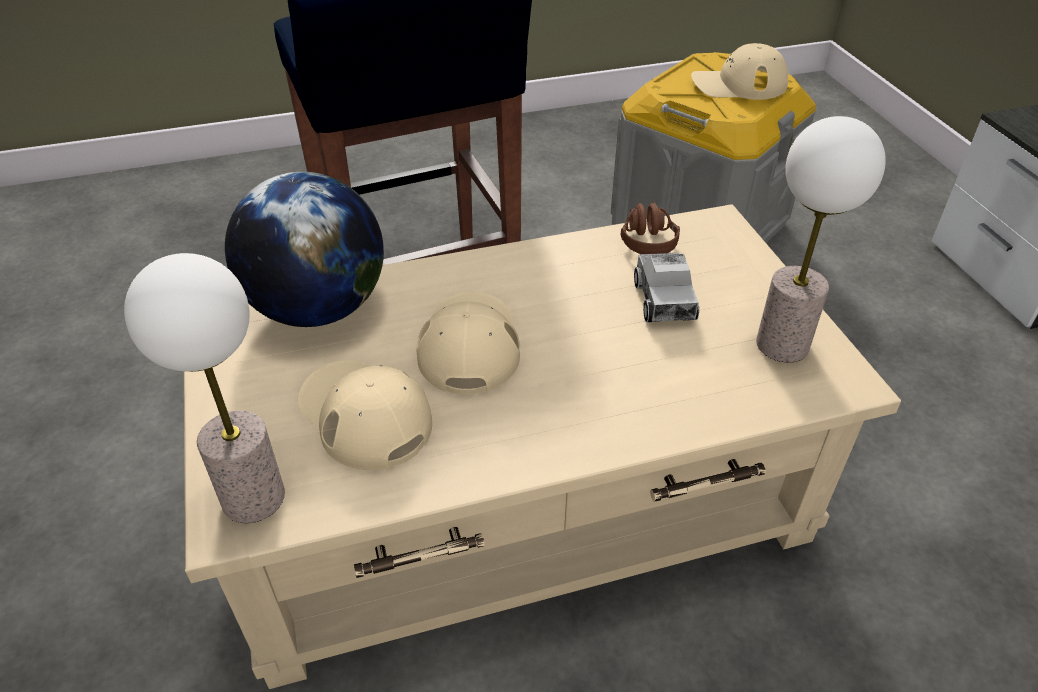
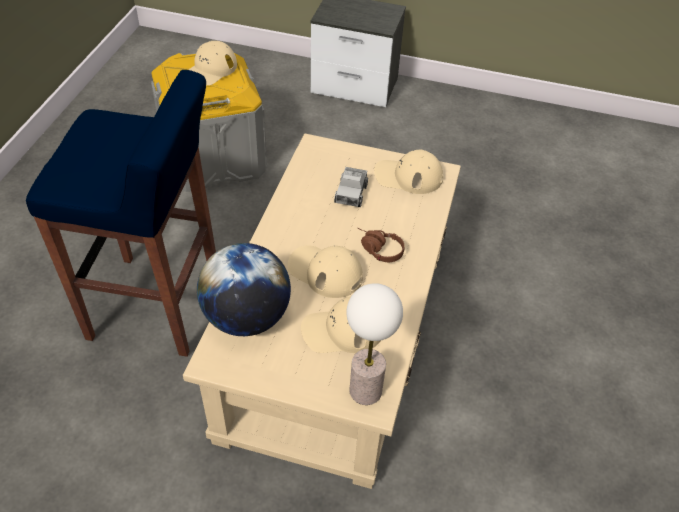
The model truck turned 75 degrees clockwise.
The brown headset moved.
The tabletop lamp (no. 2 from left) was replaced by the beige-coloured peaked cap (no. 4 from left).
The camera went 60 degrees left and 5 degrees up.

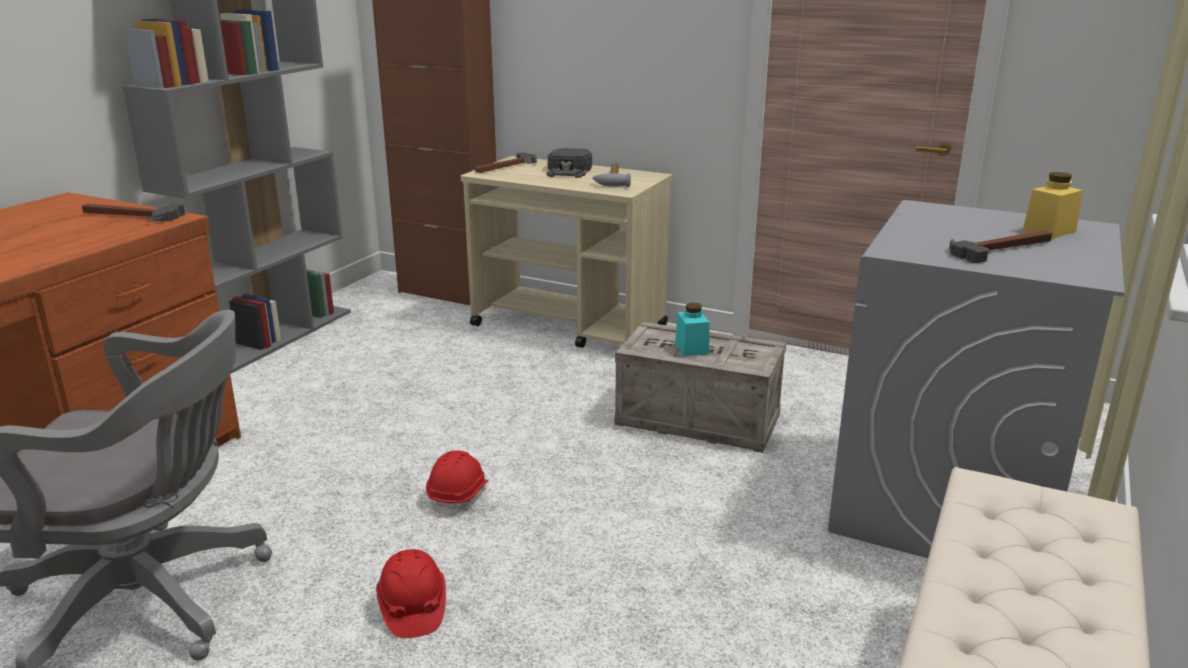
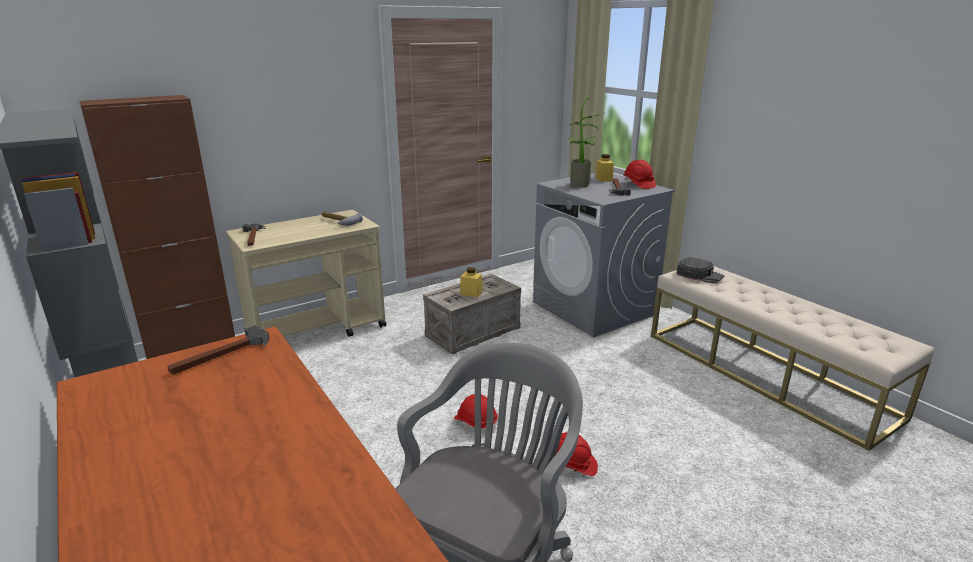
The turquoise-coloured preserve jar became the yellowish preserve jar (no. 1 from left).
The plant in a pot appeared.
The red safety helmet (no. 3 from left) appeared.
The blackish peaked cap moved.
The camera went 60 degrees left and 0 degrees up.

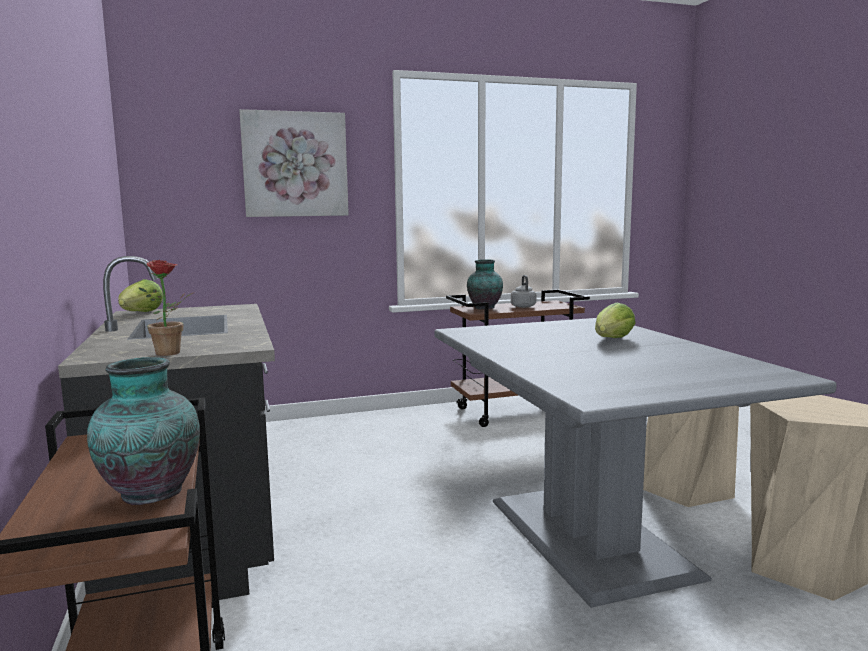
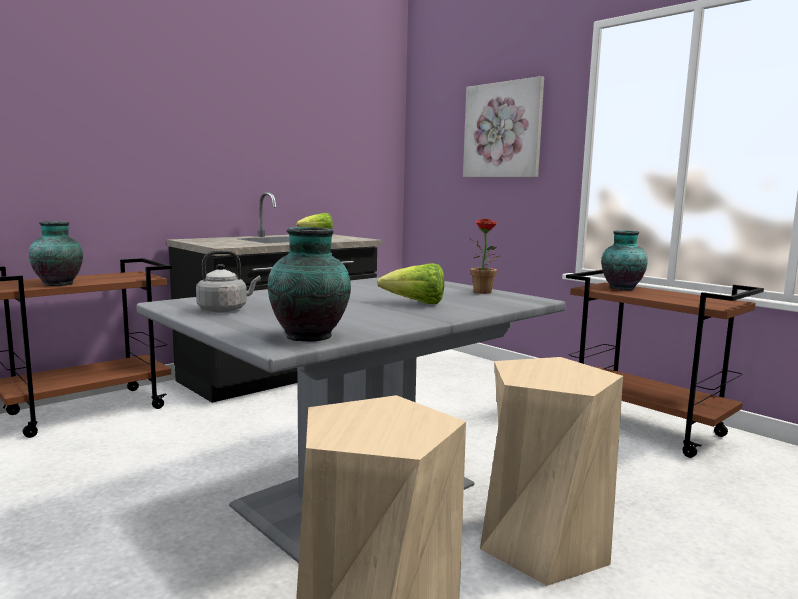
The gray water kettle moved.
The vase (no. 2 from left) appeared.
The plant in a pot moved.
The camera went 65 degrees right and 0 degrees up.

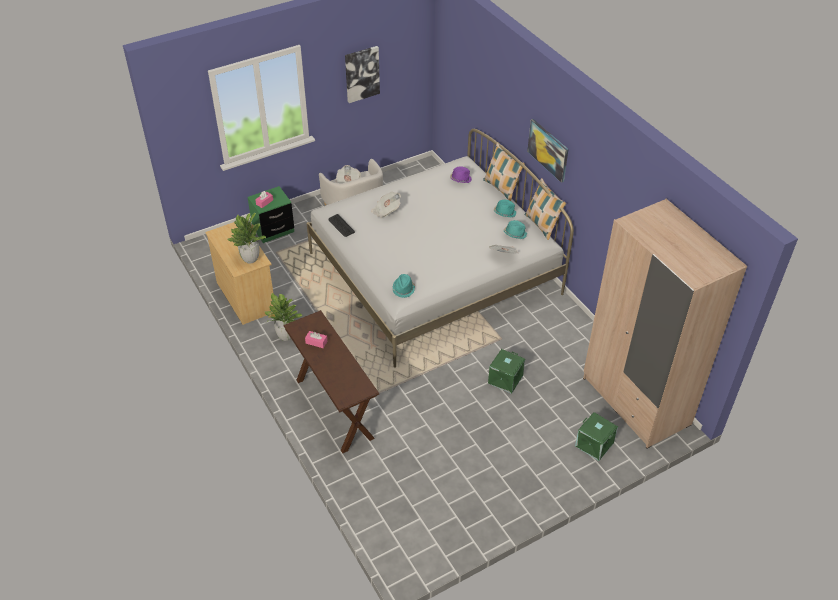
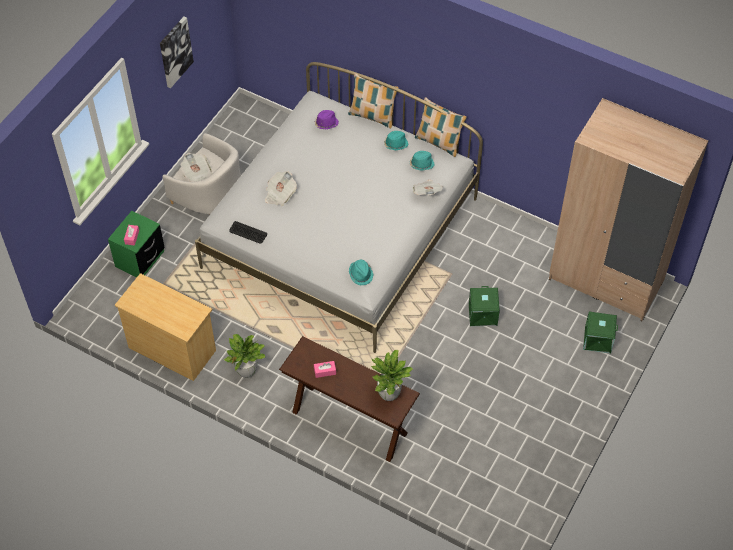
The plant in a pot (no. 1 from left in the first image) moved.
The picture (no. 2 from left) disappeared.
The camera went 30 degrees left and 10 degrees up.

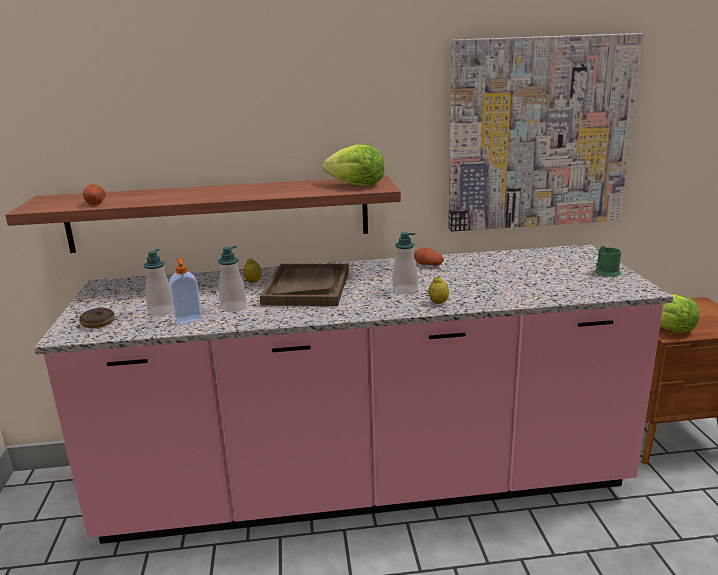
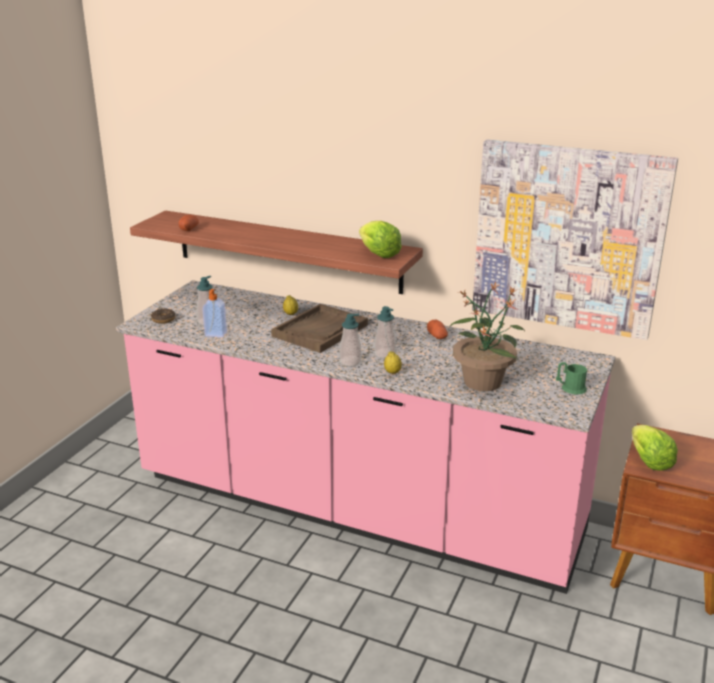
The soap bottle (no. 3 from left) moved.
The plant in a pot appeared.
The camera went 30 degrees right and 5 degrees up.

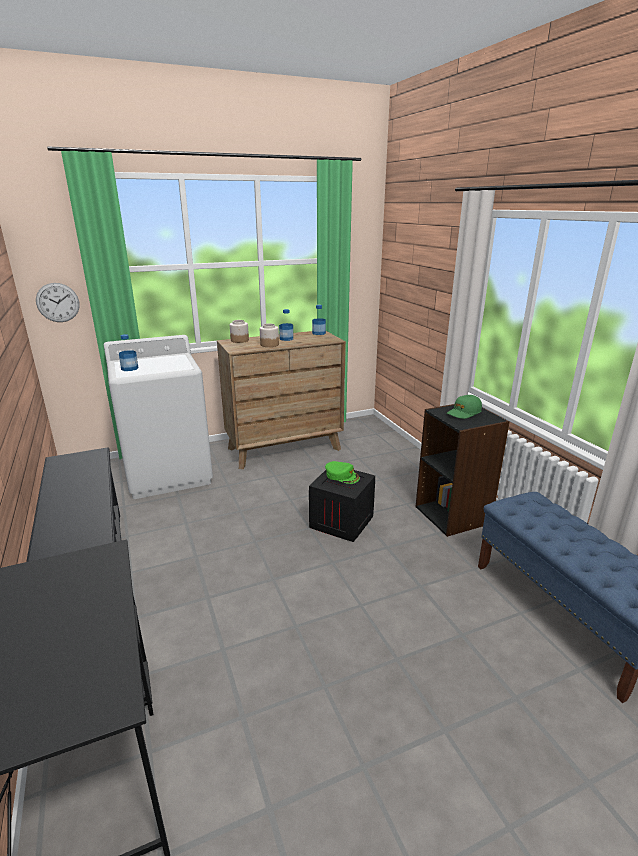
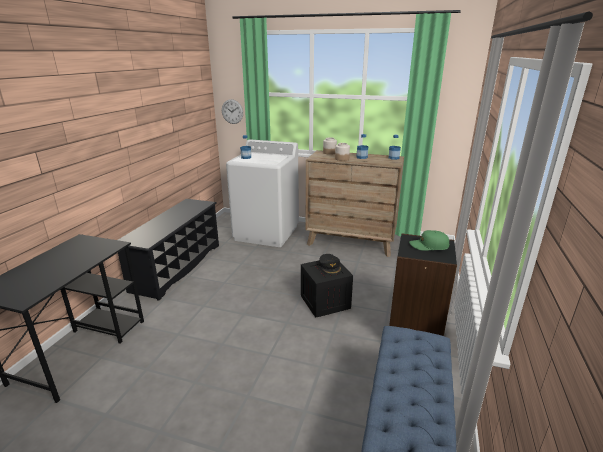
The green peaked cap (no. 1 from left) became the blackish peaked cap.
The camera went 40 degrees right and 0 degrees up.

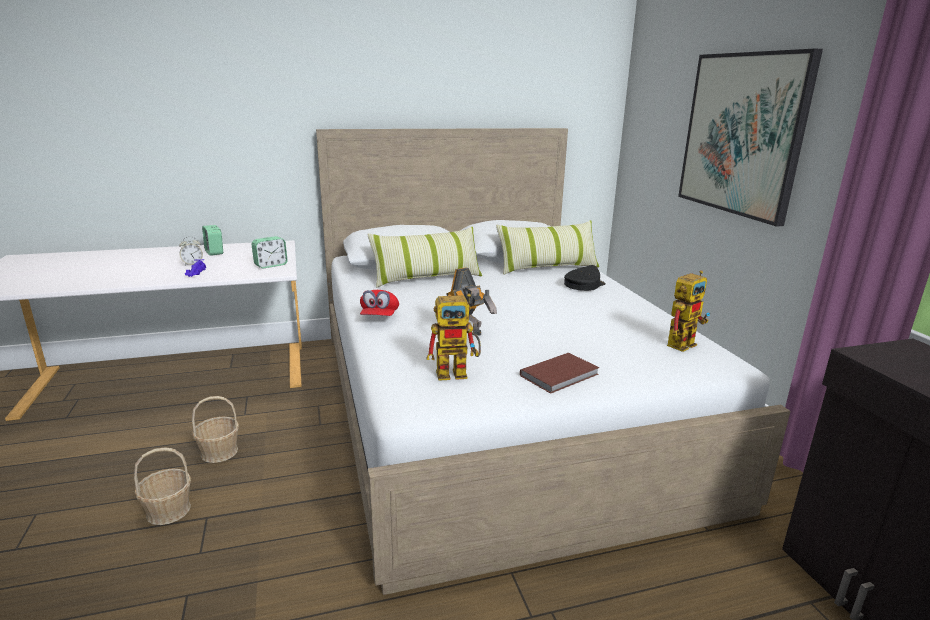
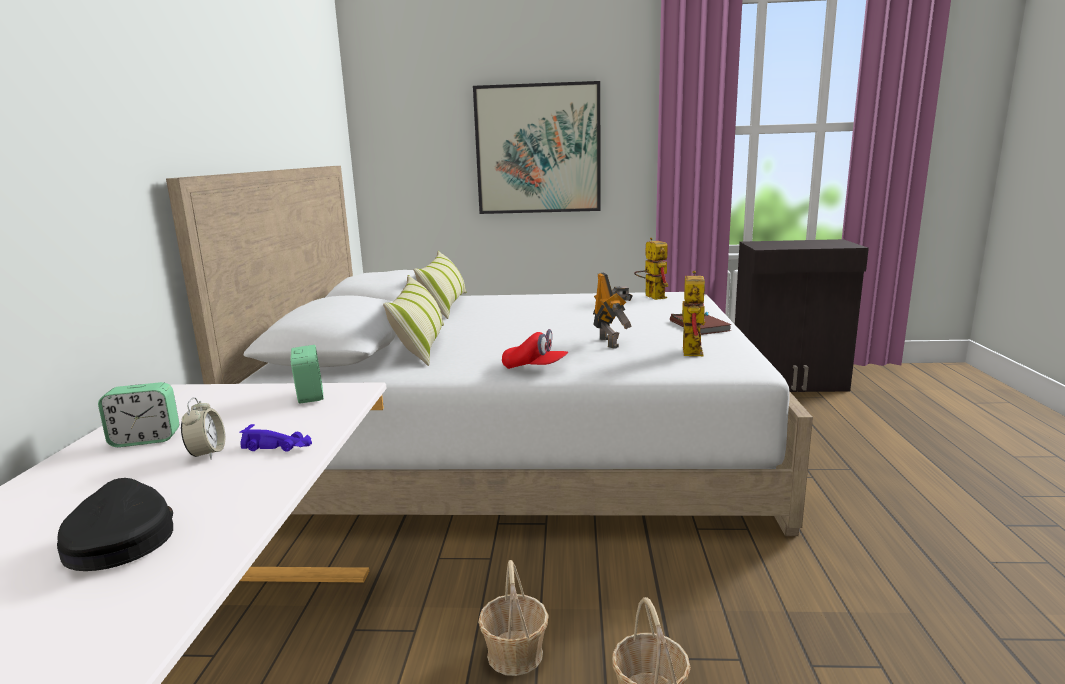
The blackish peaked cap moved.
The camera went 70 degrees left and 5 degrees down.

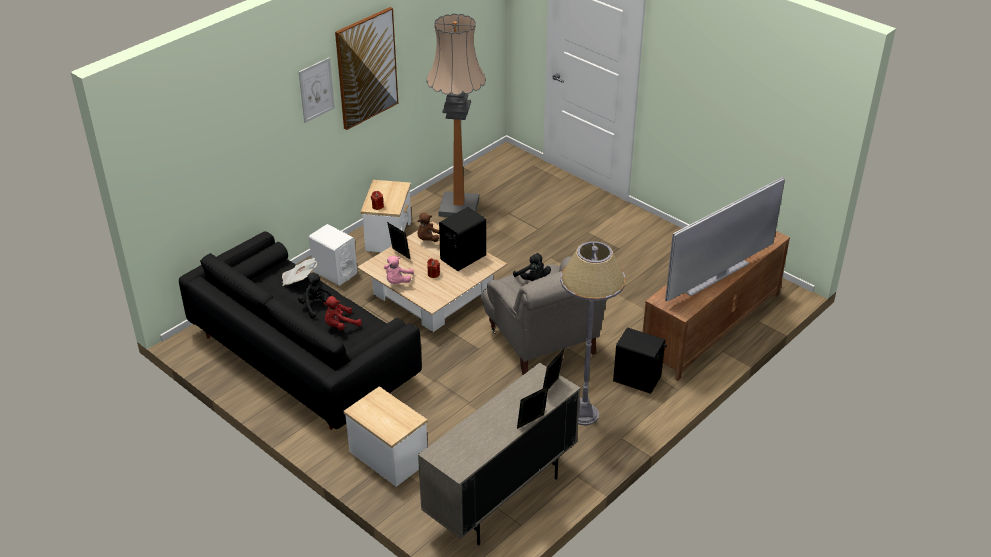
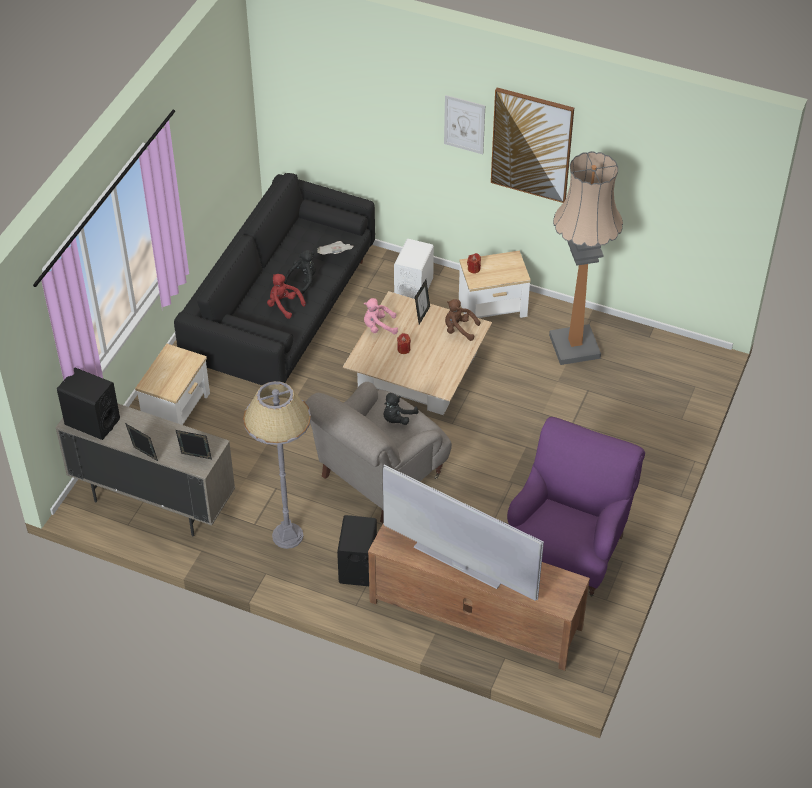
The blackish speaker (no. 1 from left) moved.
The purple lounge chair appeared.
The camera went 70 degrees right and 10 degrees up.

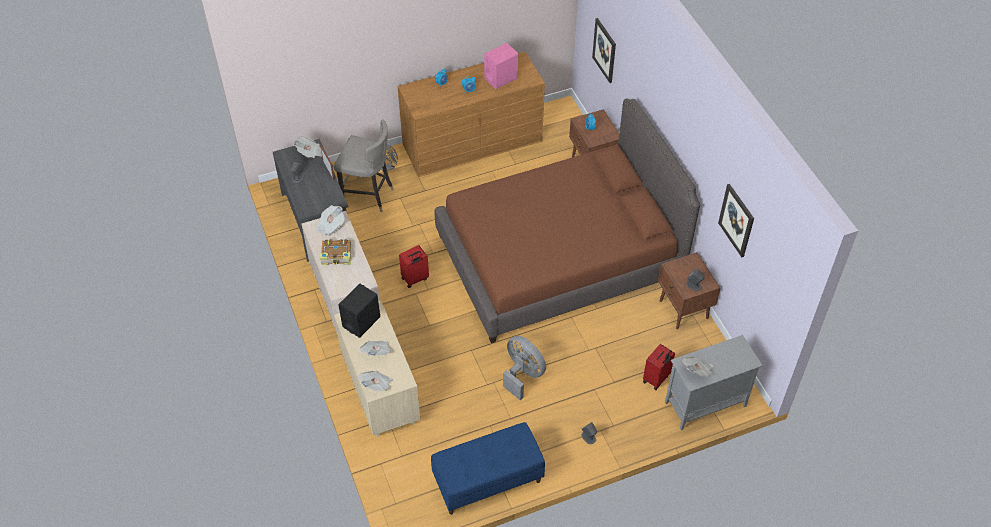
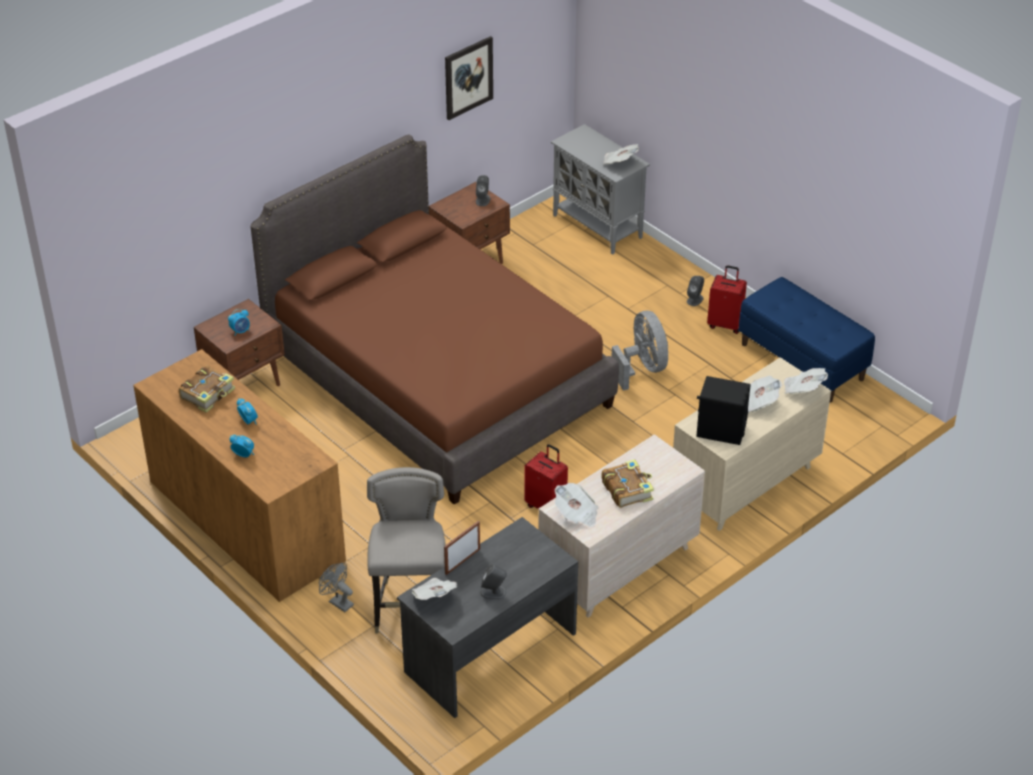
The pinkish speaker was replaced by the bound book (no. 1 from left).
The gray cooling fan (no. 2 from left) turned 135 degrees clockwise.
The red suitcase (no. 2 from left) moved.
The picture (no. 1 from left) disappeared.
The camera went 110 degrees left and 10 degrees down.

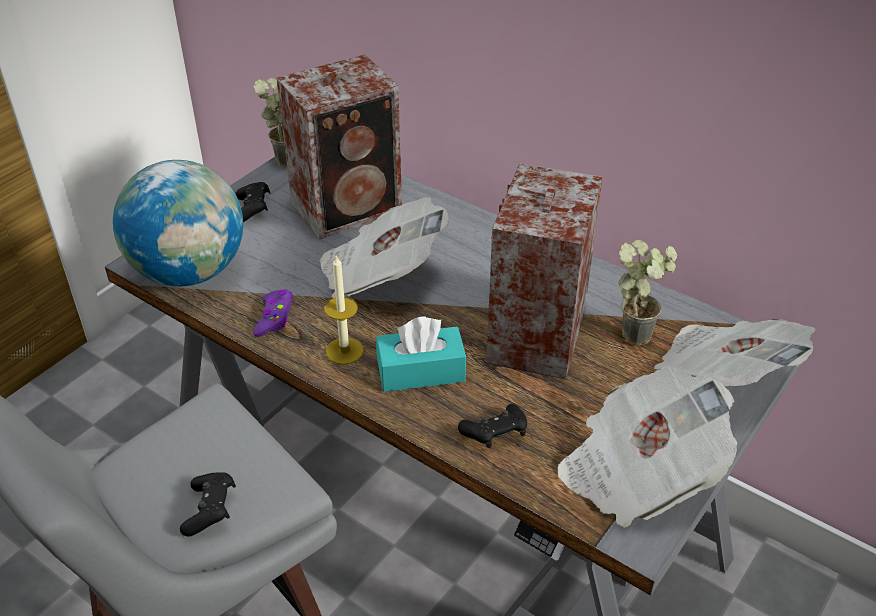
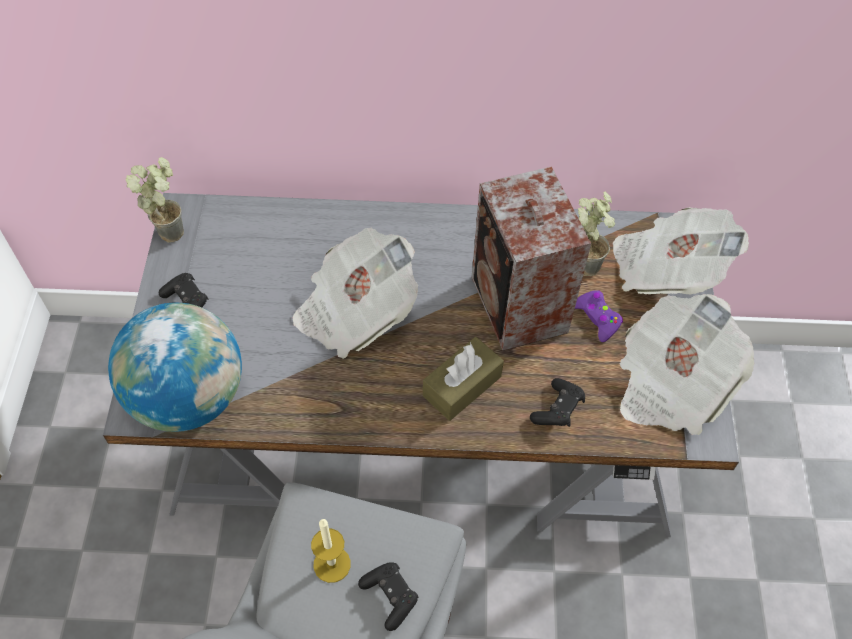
The wax candle moved.
The turquoise-coloured tissue holder became the brown tissue holder.
The purple gamepad moved.
The speaker (no. 1 from left) disappeared.
The camera went 35 degrees left and 15 degrees up.

